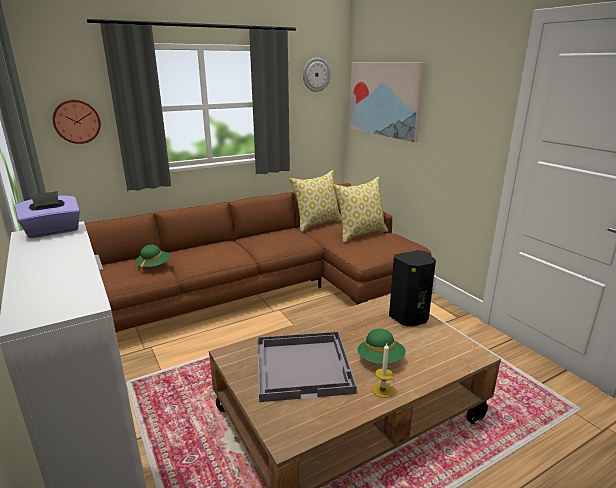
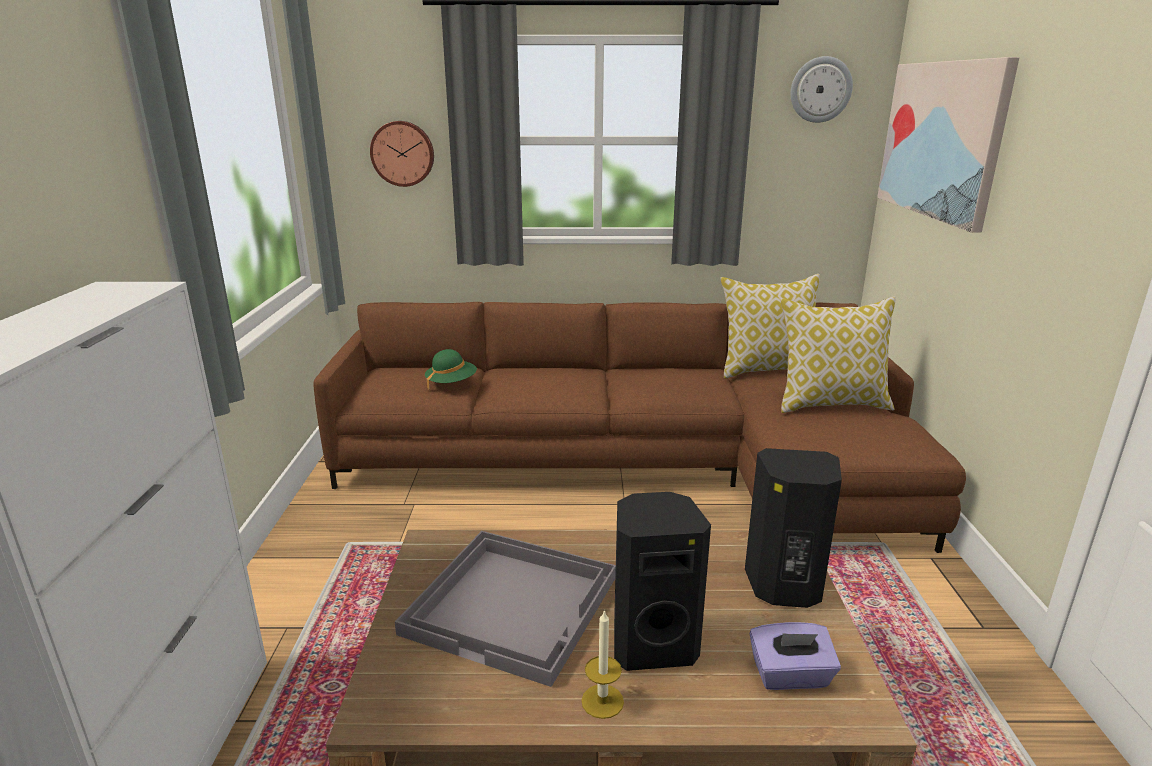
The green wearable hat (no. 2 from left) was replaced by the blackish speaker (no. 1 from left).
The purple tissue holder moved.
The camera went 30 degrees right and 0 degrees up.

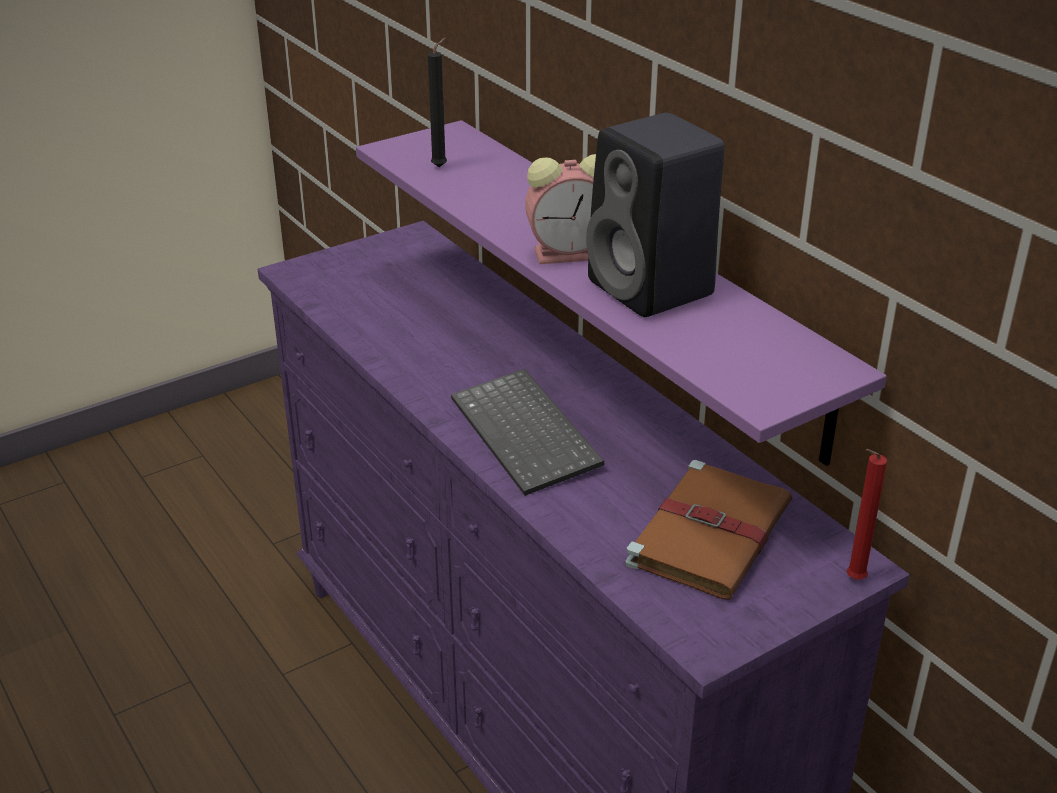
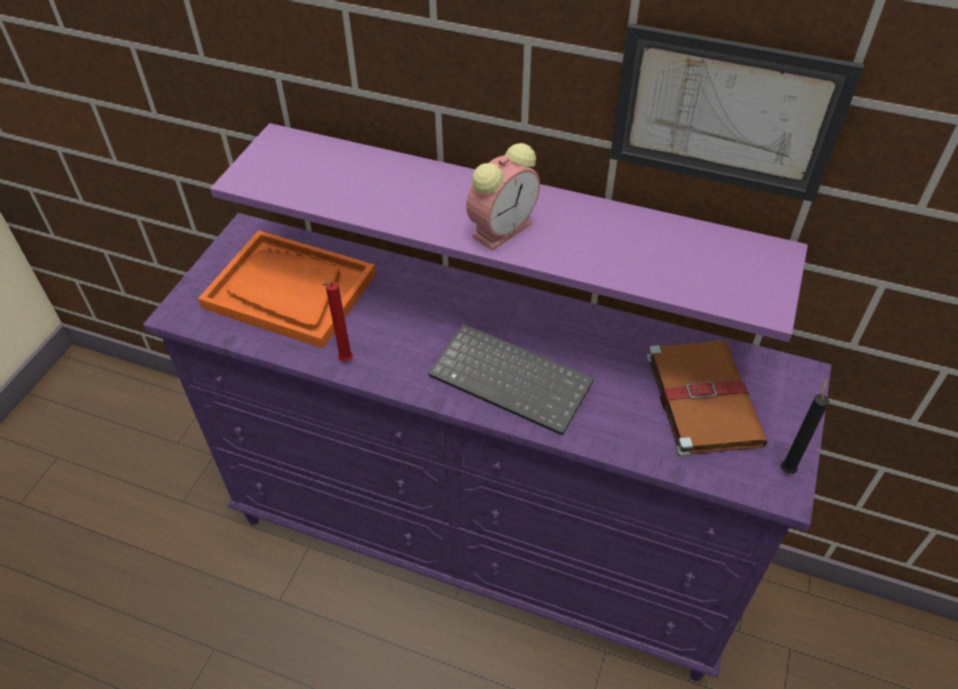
The orange-coloured carrying tray appeared.
The red wax candle moved.
The picture appeared.
The blackish wax candle moved.
The blackish speaker disappeared.
The camera went 35 degrees left and 15 degrees up.

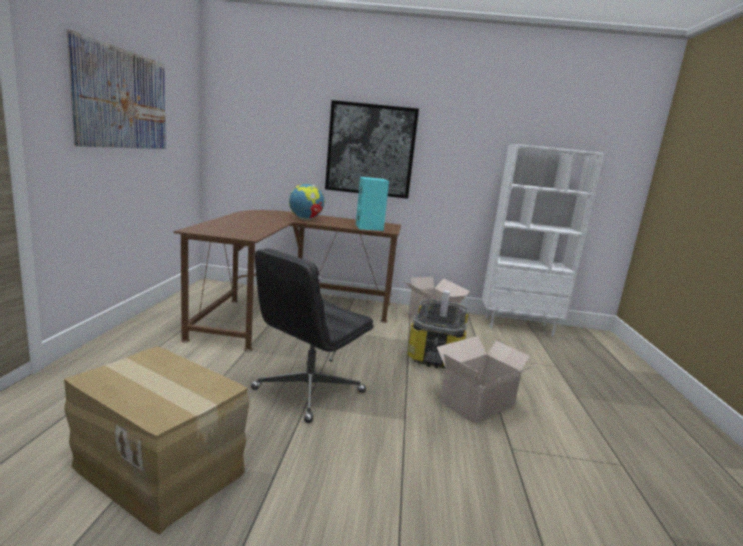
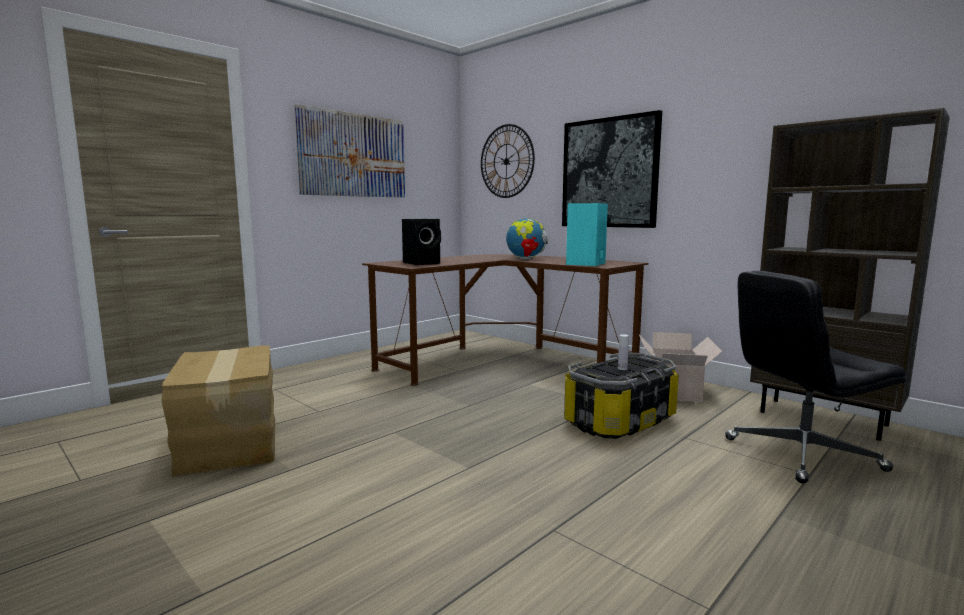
The blackish speaker appeared.
The wall clock appeared.
The blackish computer chair moved.
The white-coloured shelving unit became the brown shelving unit.
The carton (no. 3 from left) disappeared.
The camera went 40 degrees right and 5 degrees down.

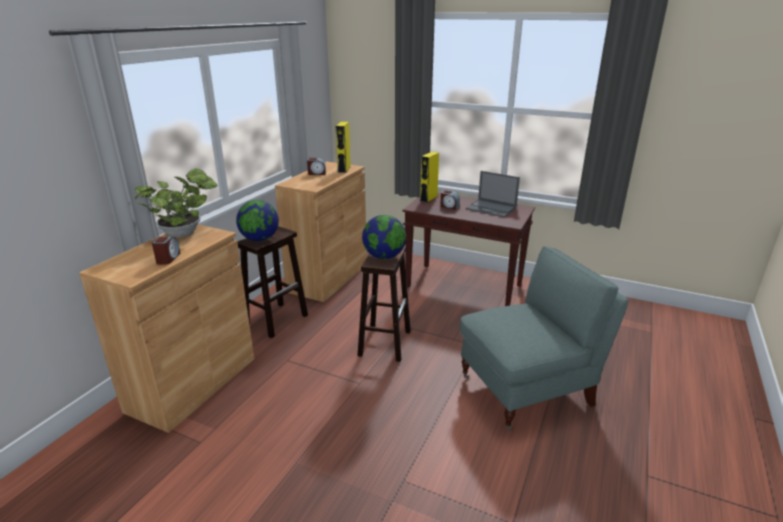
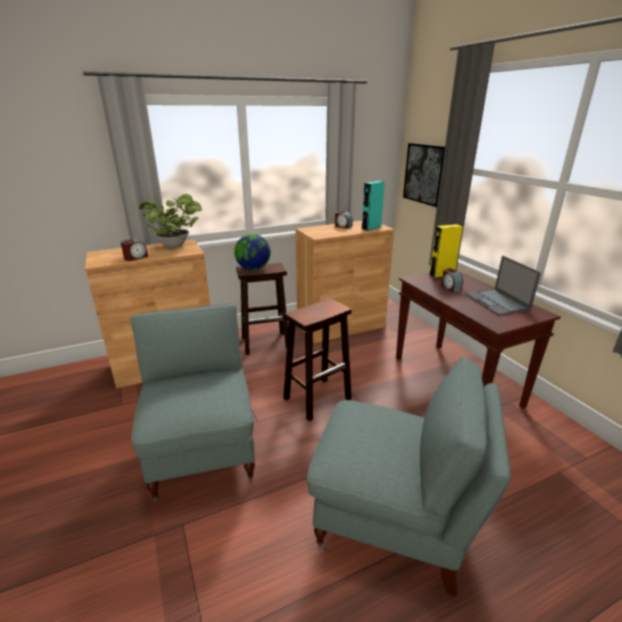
The gray lounge chair (no. 1 from left) appeared.
The yellowish speaker (no. 1 from left) became the turquoise-coloured speaker.
The picture appeared.
The desk globe (no. 2 from left) disappeared.
The camera went 40 degrees right and 0 degrees up.

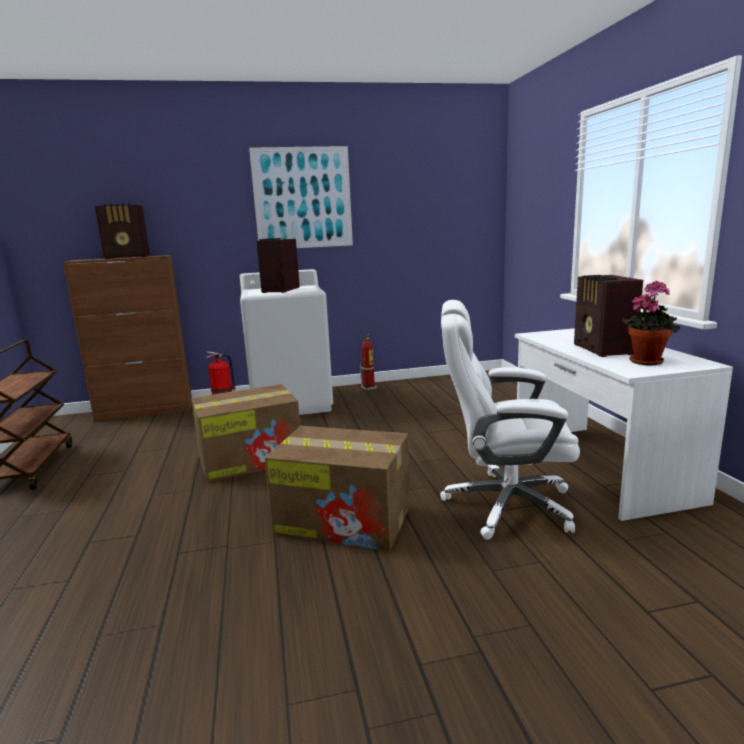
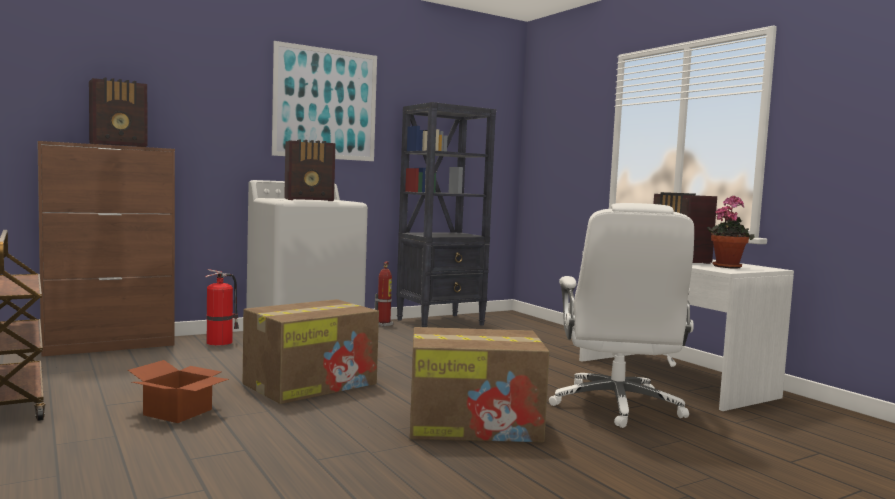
The carton (no. 1 from left) appeared.
The radio (no. 2 from left) turned 105 degrees counterclockwise.
The blackish shelving unit appeared.
The white-coloured computer chair turned 75 degrees counterclockwise.
The camera went 20 degrees left and 10 degrees down.

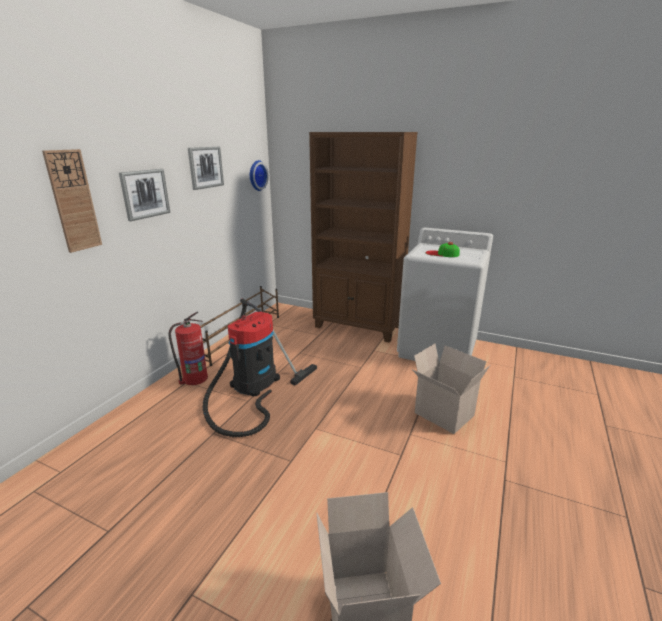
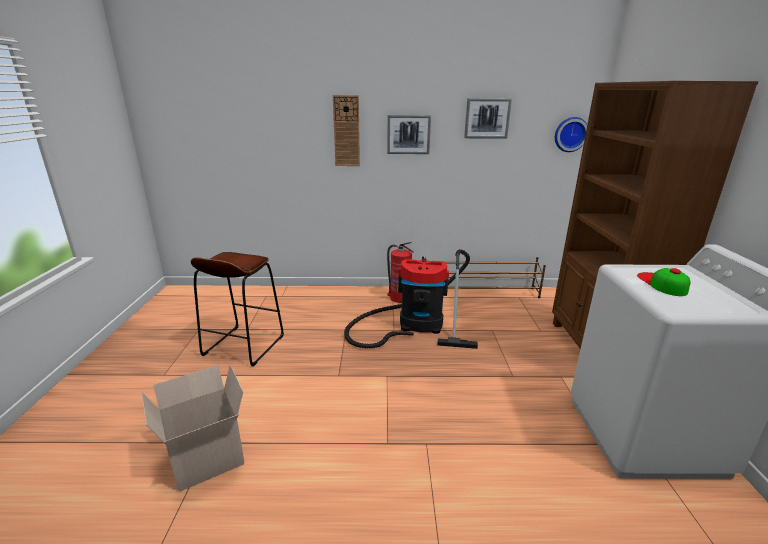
The brown stool appeared.
The carton (no. 2 from left) disappeared.
The camera went 65 degrees right and 0 degrees up.

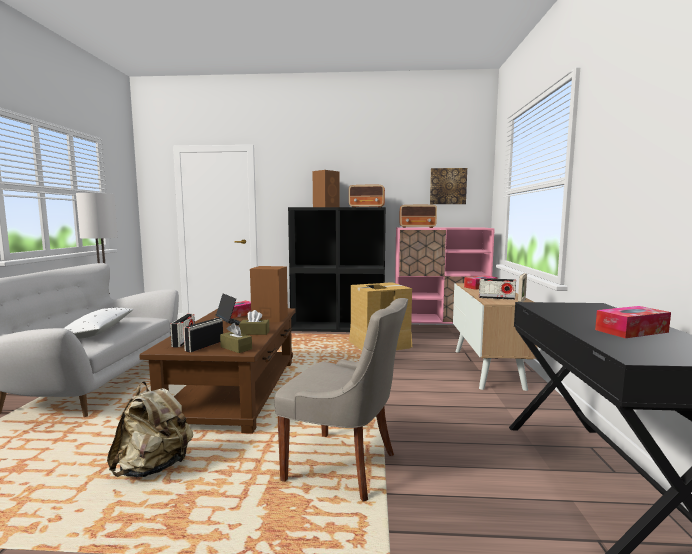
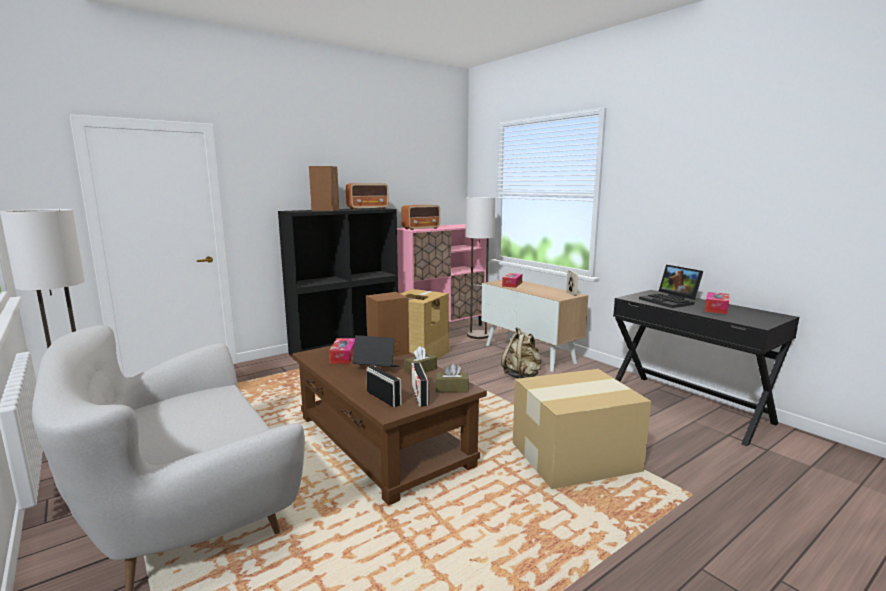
The standard lamp (no. 2 from left) appeared.
The beige-coloured rucksack moved.
The gray chair was replaced by the carton (no. 2 from left).
The laptop (no. 2 from left) appeared.
The white-coloured cushion disappeared.
The picture disappeared.
The radio (no. 5 from left) disappeared.
The camera went 40 degrees left and 5 degrees up.

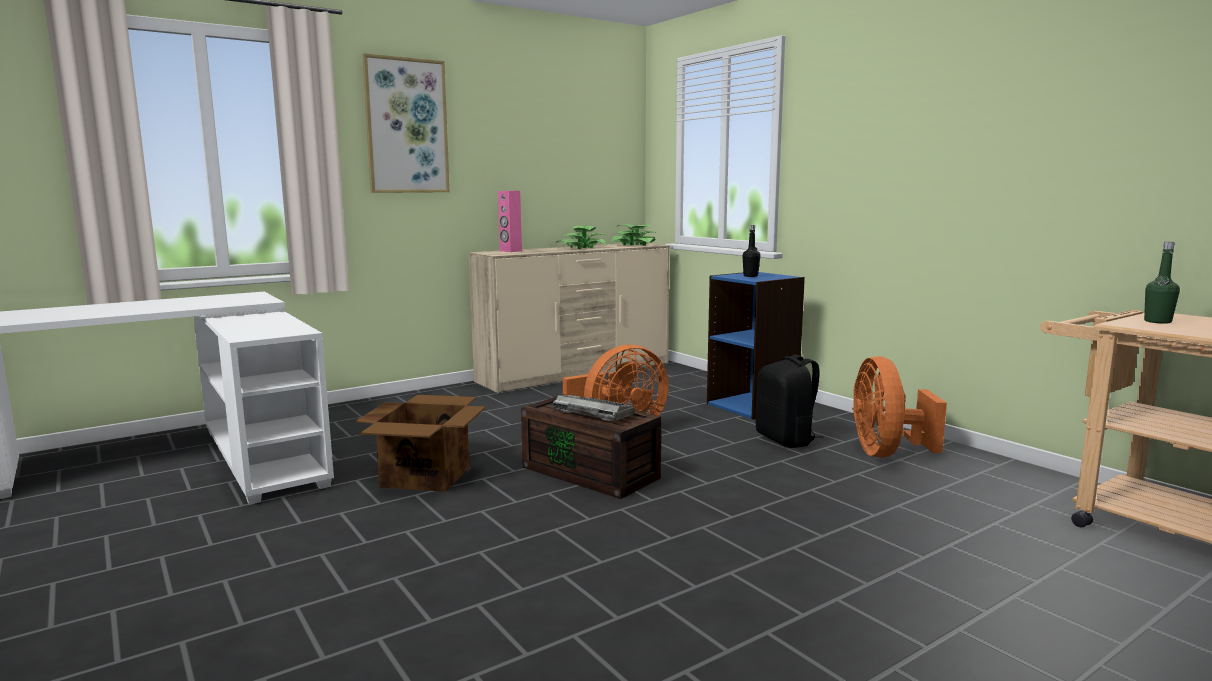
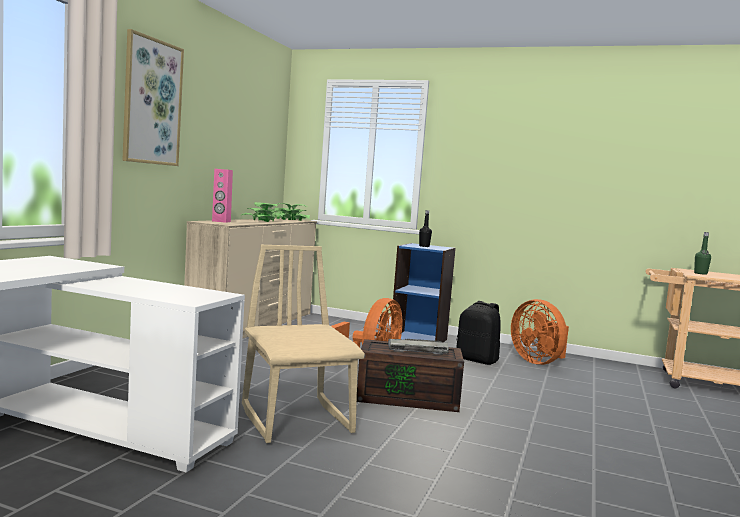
The carton was replaced by the beige-coloured chair.
The camera went 35 degrees left and 5 degrees down.

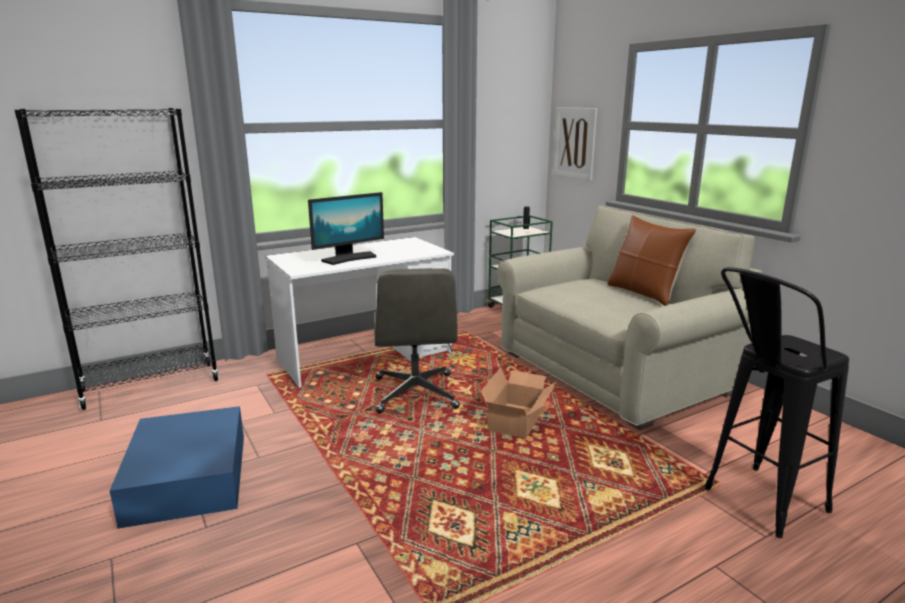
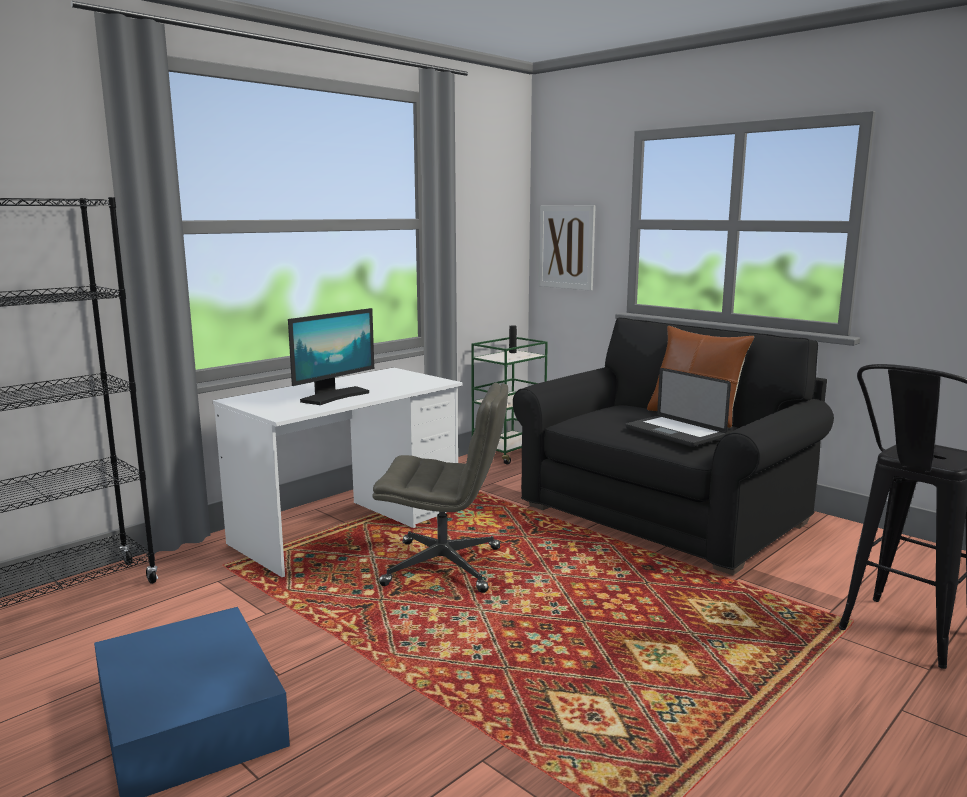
The gray computer chair turned 60 degrees counterclockwise.
The beige-coloured settee became the blackish settee.
The laptop appeared.
The carton disappeared.
The camera went 15 degrees left and 5 degrees down.

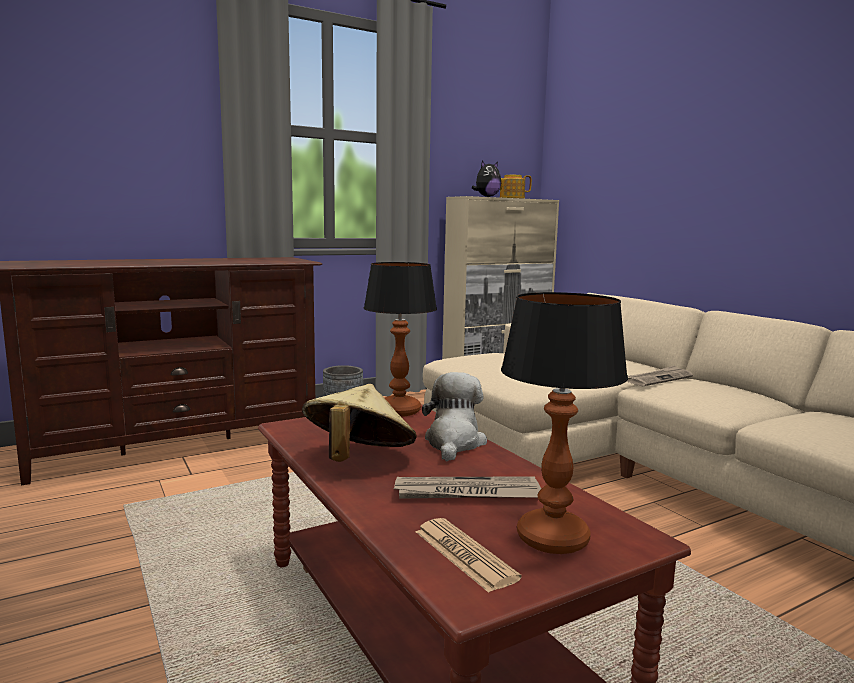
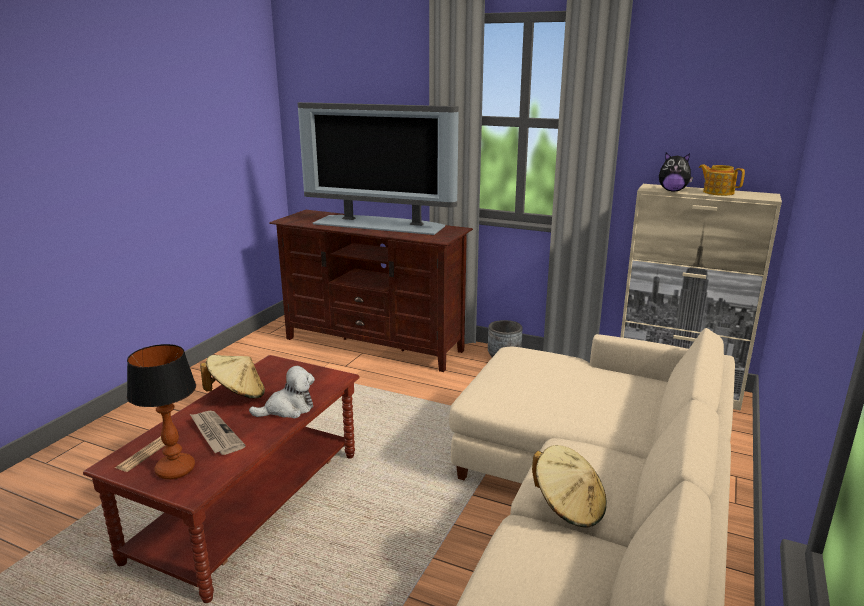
The TV appeared.
The beige-coloured wearable hat (no. 2 from left) appeared.
The tabletop lamp (no. 1 from left) disappeared.
The newspaper (no. 3 from left) disappeared.
The camera went 55 degrees right and 10 degrees up.

